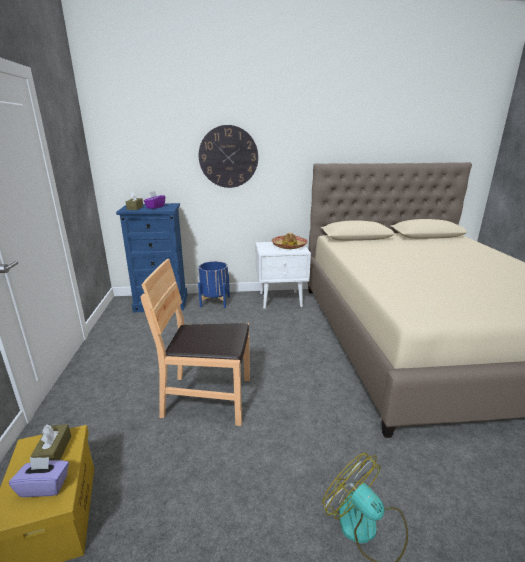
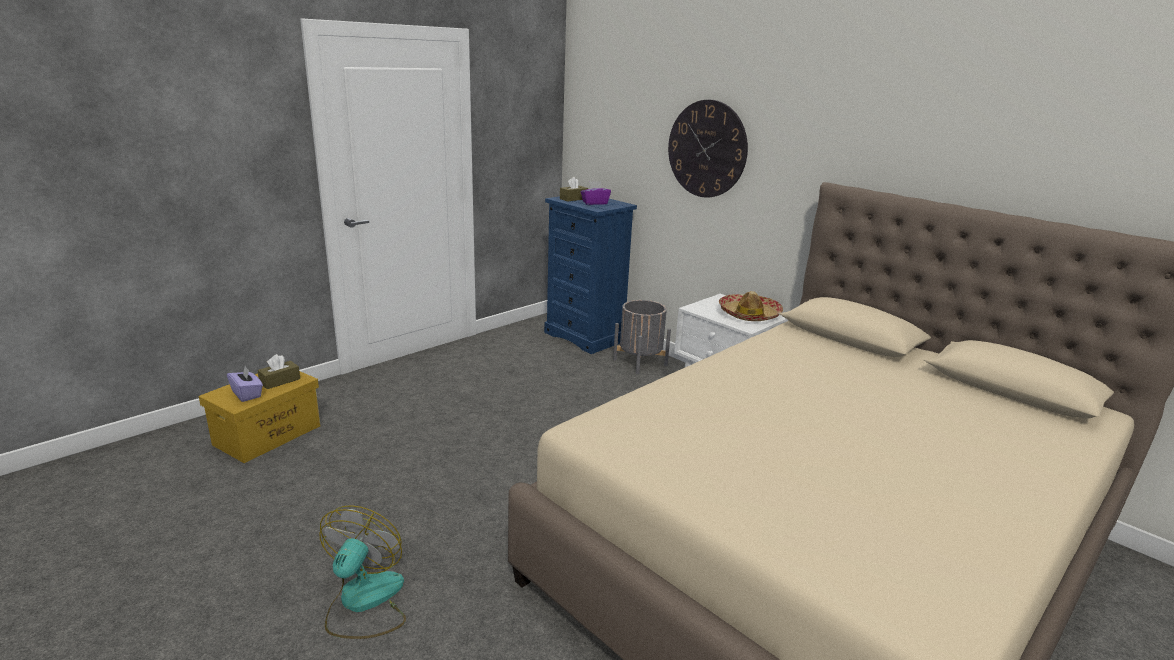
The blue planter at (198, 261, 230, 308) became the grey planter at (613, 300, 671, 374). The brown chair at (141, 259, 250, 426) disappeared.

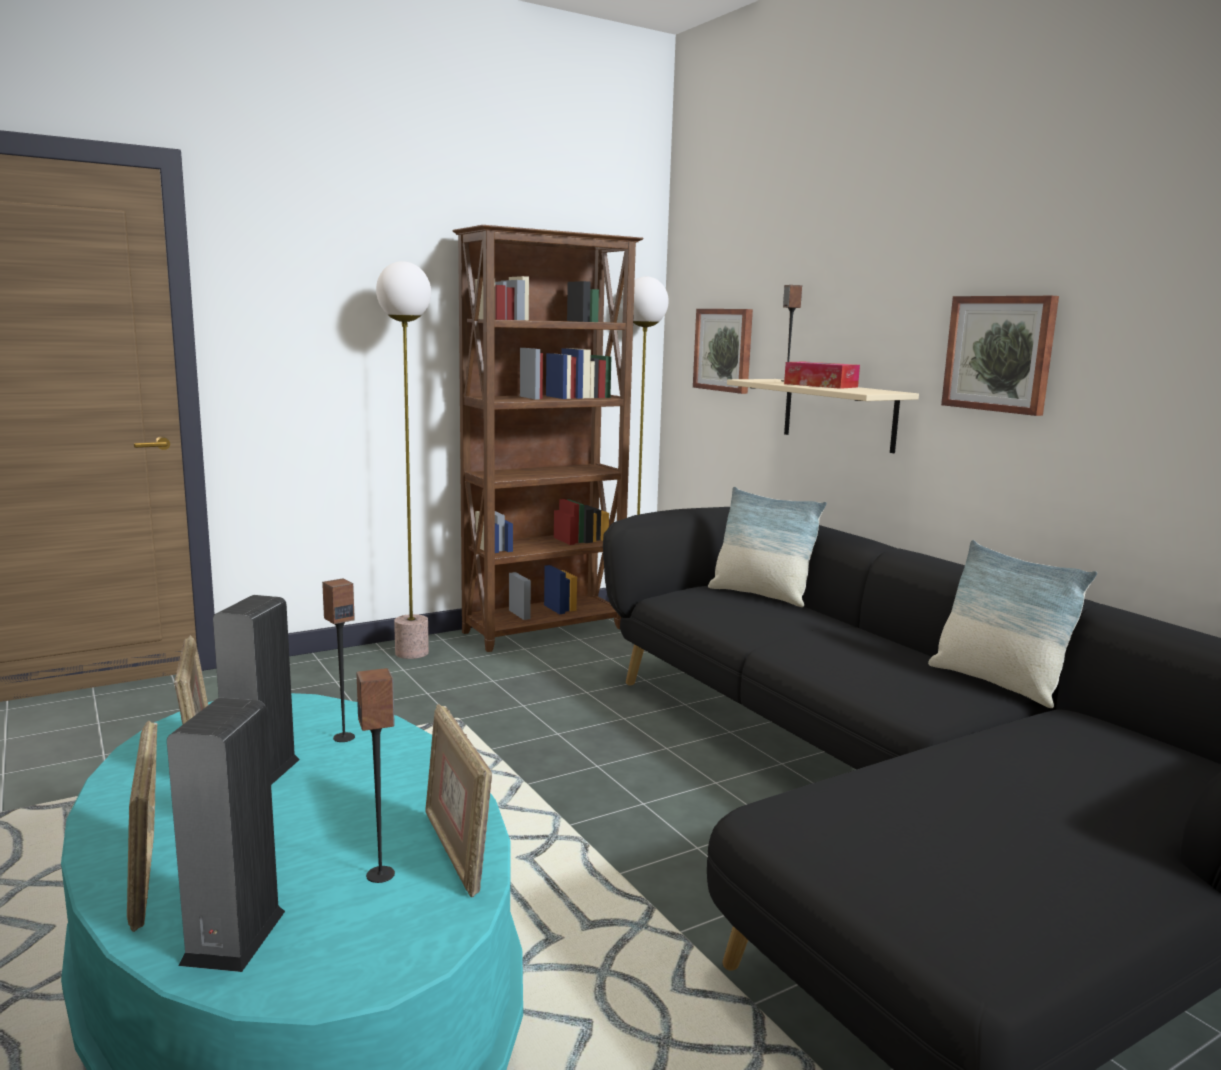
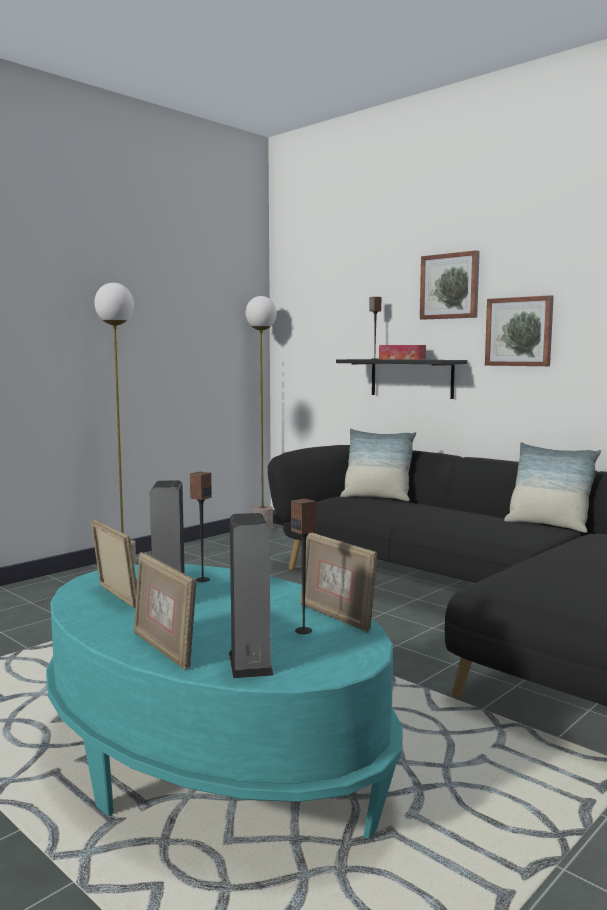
The beige shelf at (727, 379, 919, 453) became the black shelf at (336, 359, 468, 399). The picture moved from (693, 309, 753, 394) to (420, 250, 480, 320). The brown bookcase at (452, 225, 644, 652) disappeared.

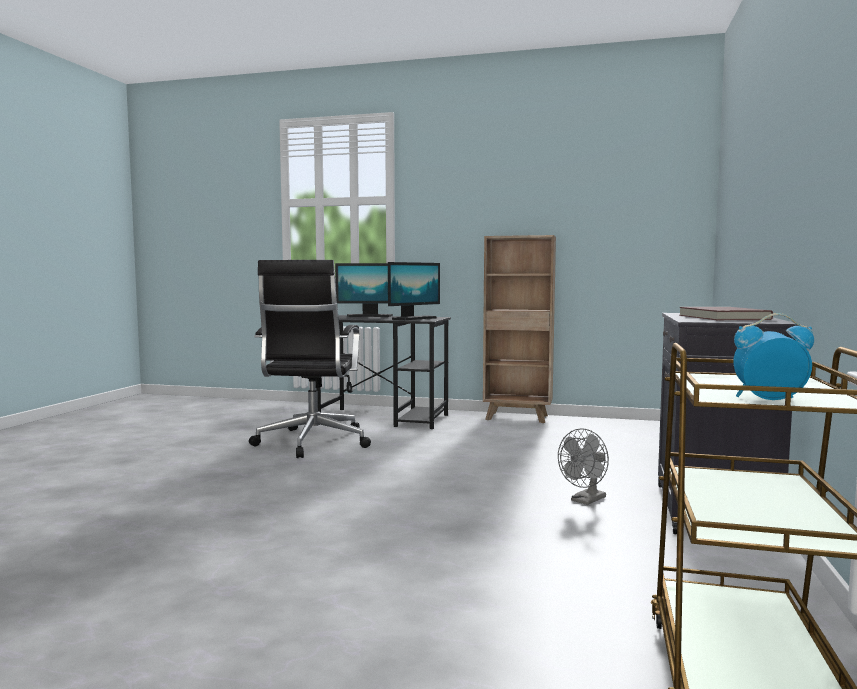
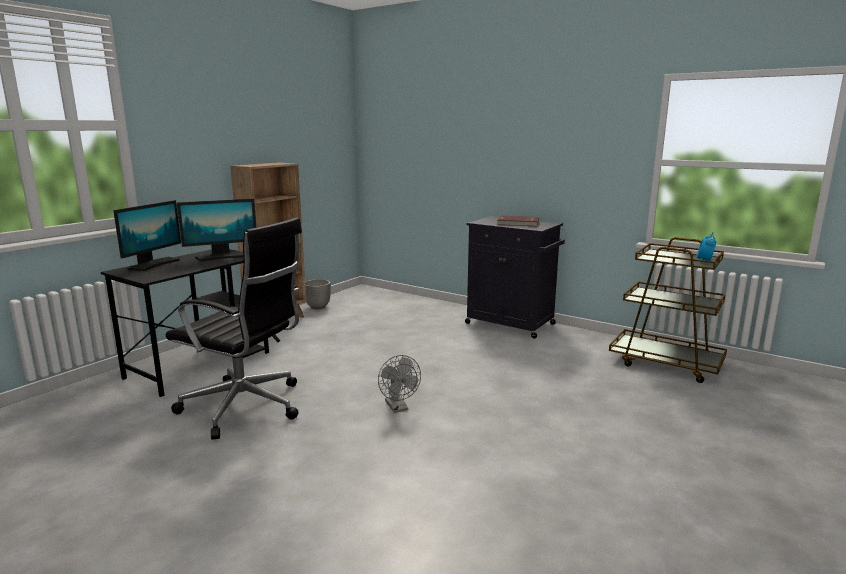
The monitor at (388, 262, 440, 320) turned 90 degrees clockwise. The planter at (305, 279, 331, 310) appeared. The grey fan moved from (558, 428, 609, 505) to (378, 355, 421, 413).

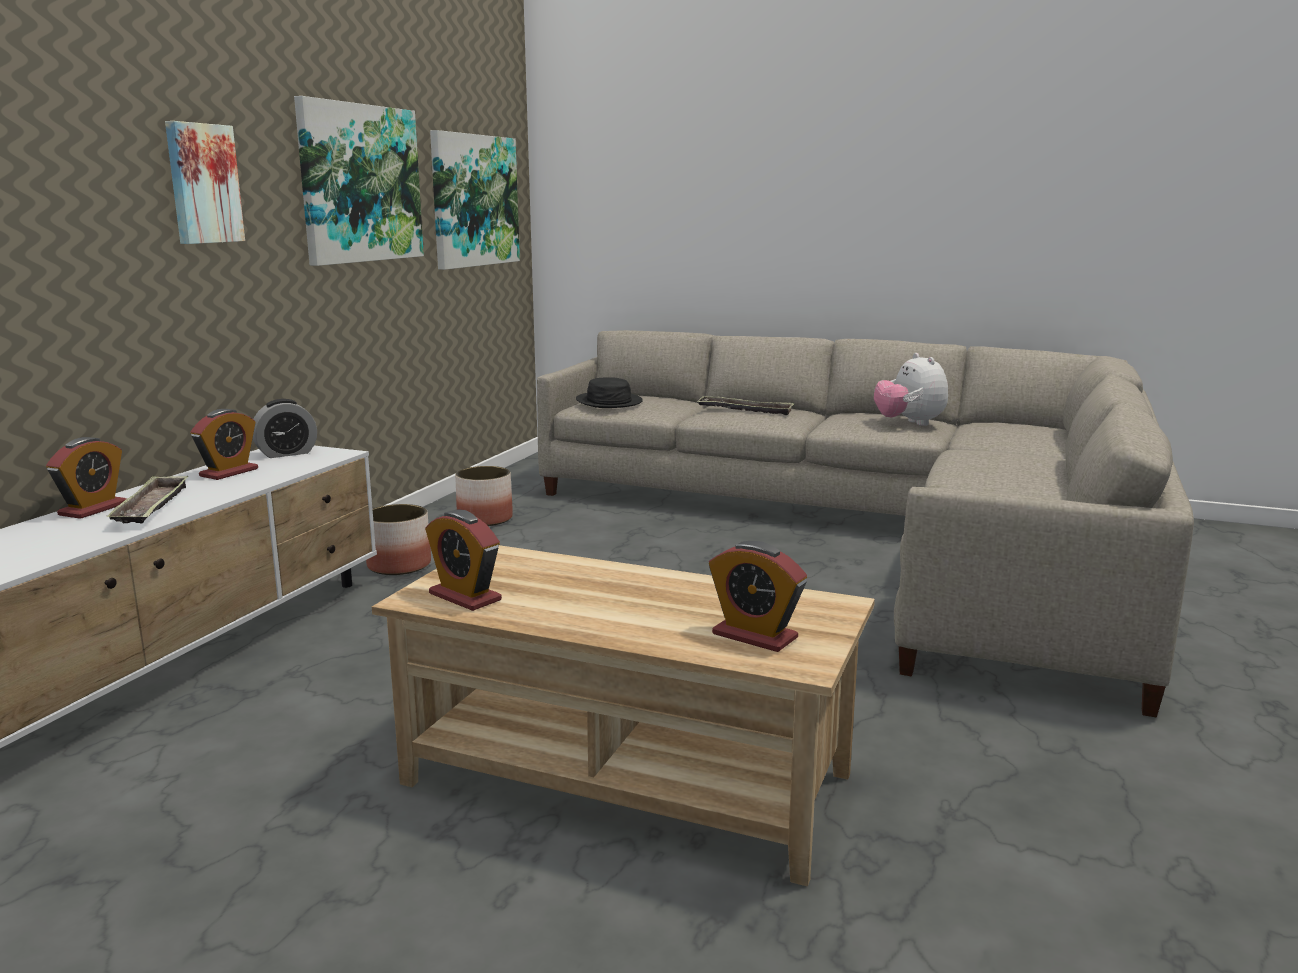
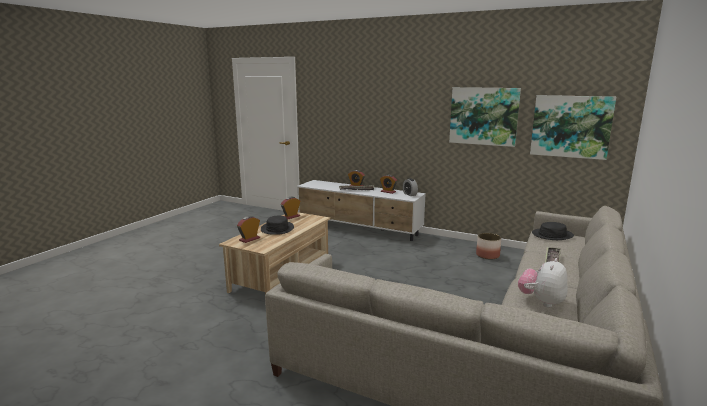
The black hat at (261, 216, 294, 235) appeared. The plush toy at (874, 353, 948, 426) turned 45 degrees counterclockwise. The picture at (165, 121, 245, 244) disappeared. The planter at (366, 504, 431, 575) disappeared.

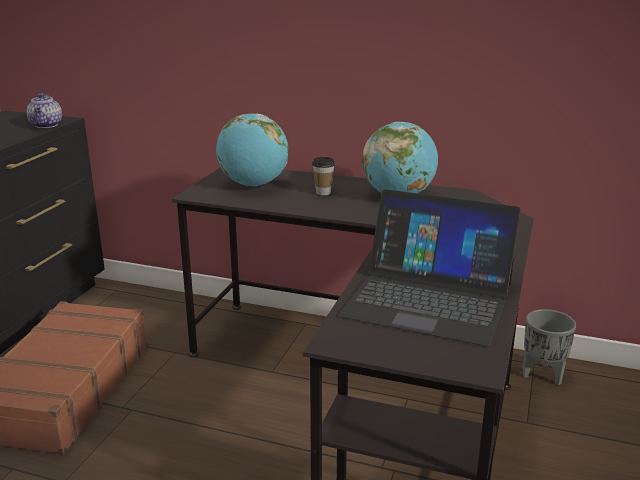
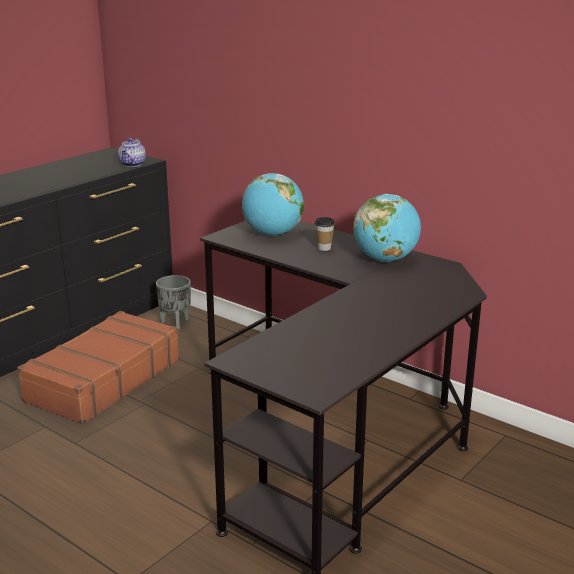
The grey planter moved from (522, 309, 576, 385) to (156, 275, 191, 330). The laptop at (338, 189, 521, 346) disappeared.

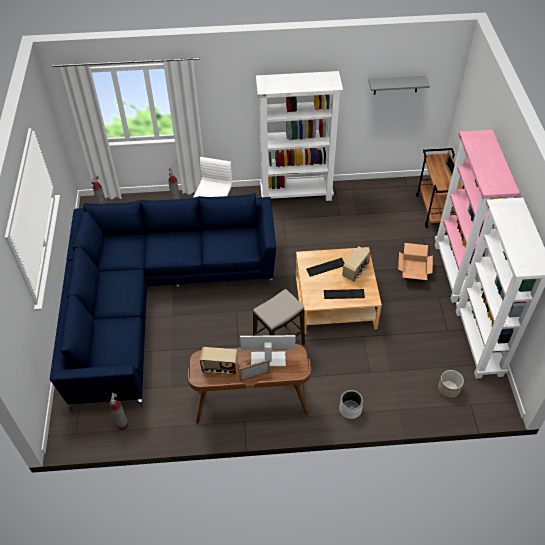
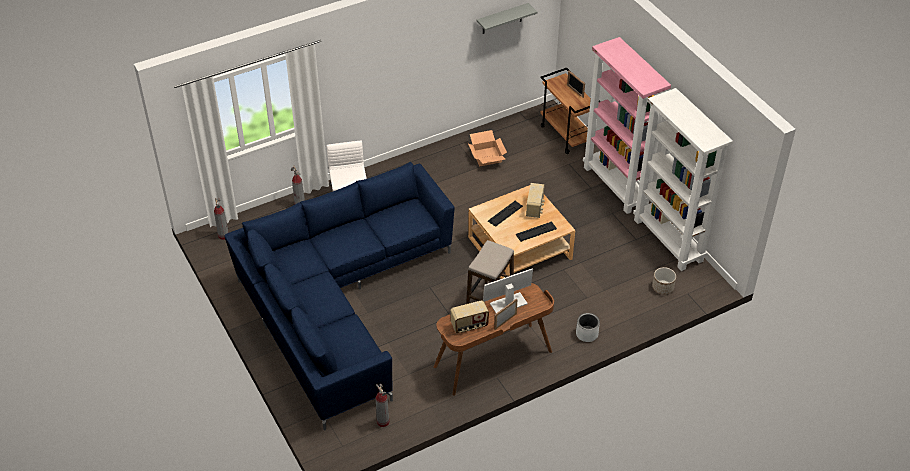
The cardboard box moved from (398, 243, 433, 280) to (468, 130, 507, 166). The white bookcase at (256, 71, 343, 201) disappeared.

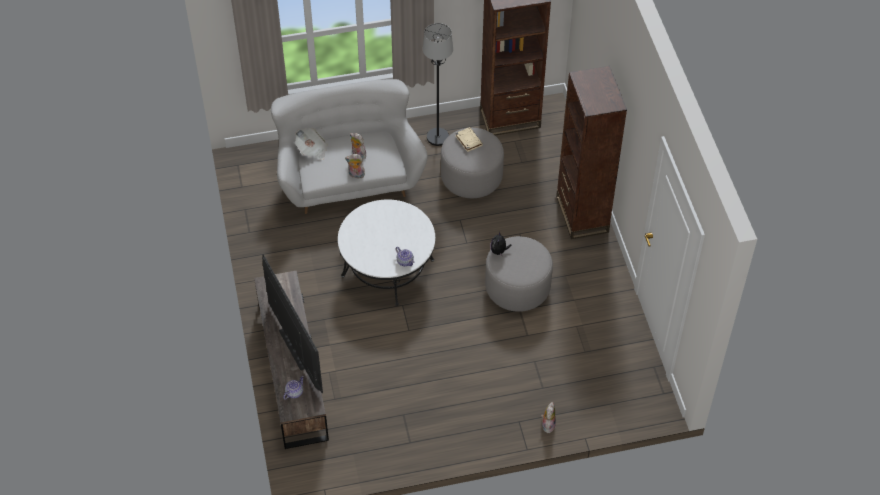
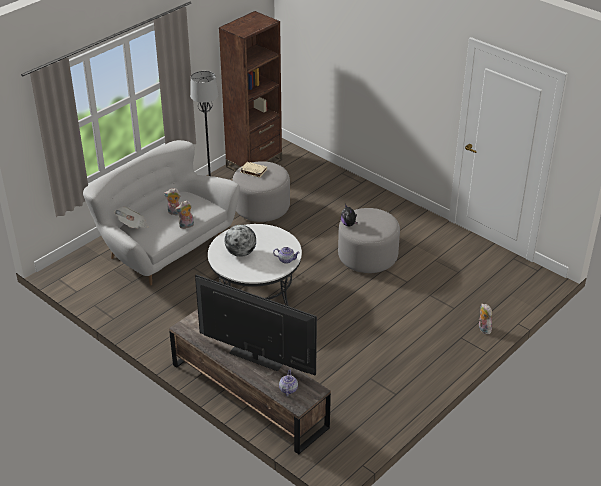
The globe at (224, 225, 256, 257) appeared. The brown bookcase at (556, 66, 627, 239) disappeared.

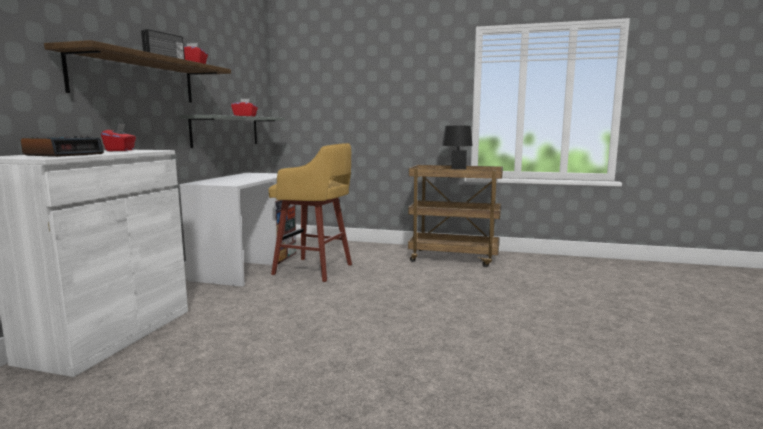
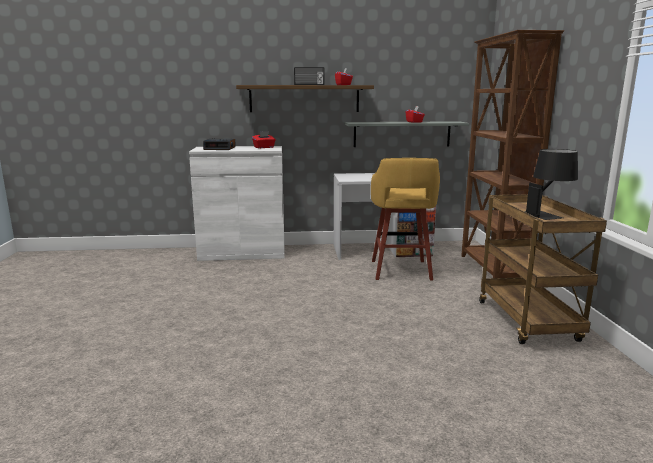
The brown bookcase at (461, 30, 564, 278) appeared.

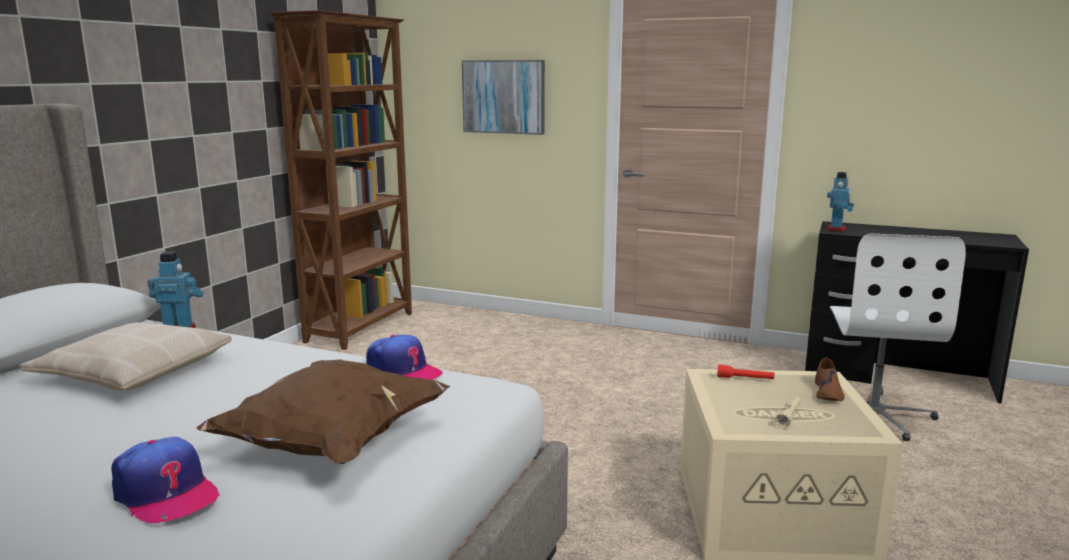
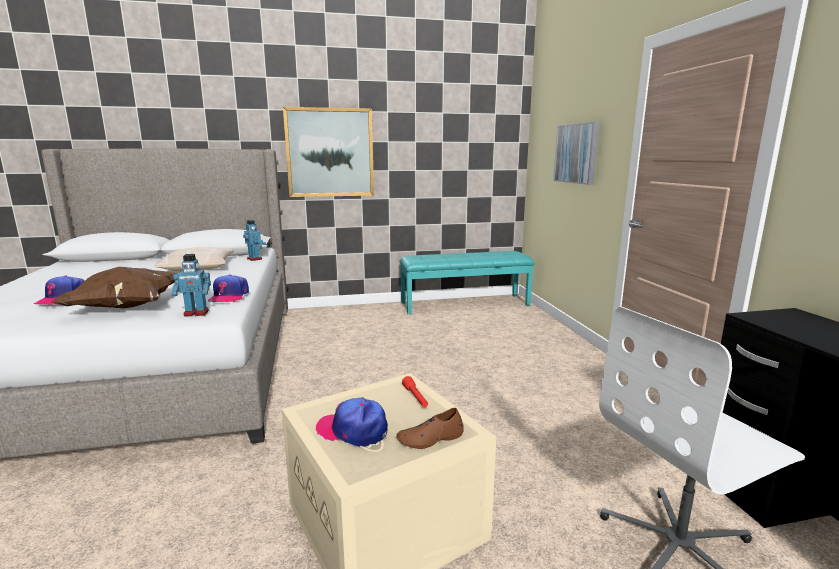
The toy robot moved from (827, 172, 854, 232) to (171, 254, 211, 317). The picture at (283, 107, 374, 197) appeared. The beige flashlight at (775, 396, 802, 428) was replaced by the cap at (316, 397, 388, 447). The brown bookcase at (270, 10, 412, 350) was replaced by the turquoise bench at (399, 251, 535, 314).

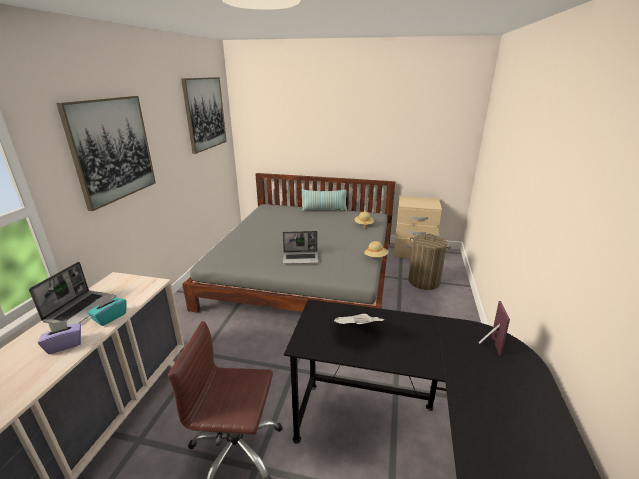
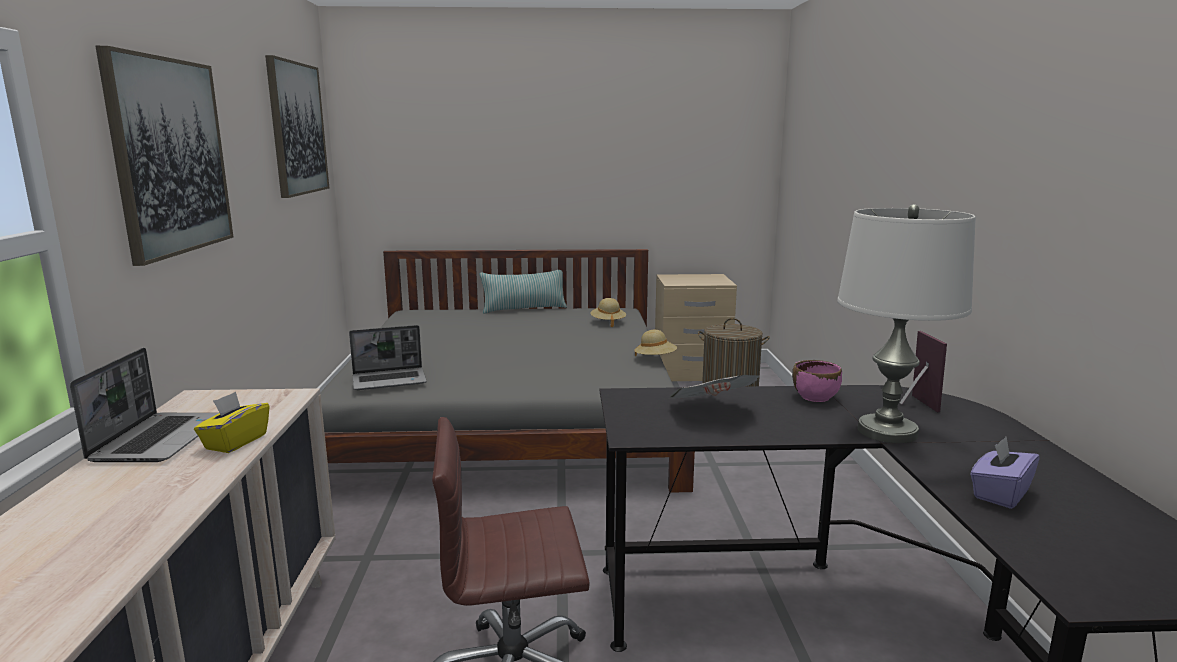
The turquoise tissue box at (87, 294, 126, 326) became the yellow tissue box at (194, 392, 270, 453). The laptop moved from (283, 231, 319, 264) to (349, 325, 427, 390). The pink bowl at (792, 360, 842, 402) appeared. The white table lamp at (837, 204, 976, 443) appeared. The purple tissue box moved from (38, 320, 81, 354) to (970, 436, 1040, 509).

